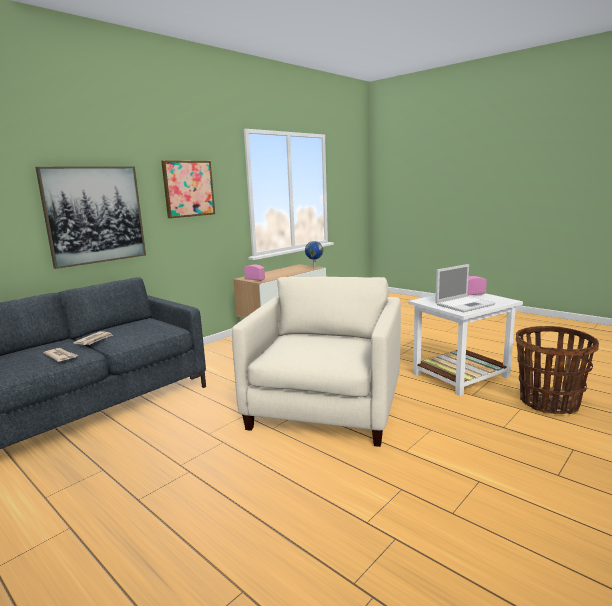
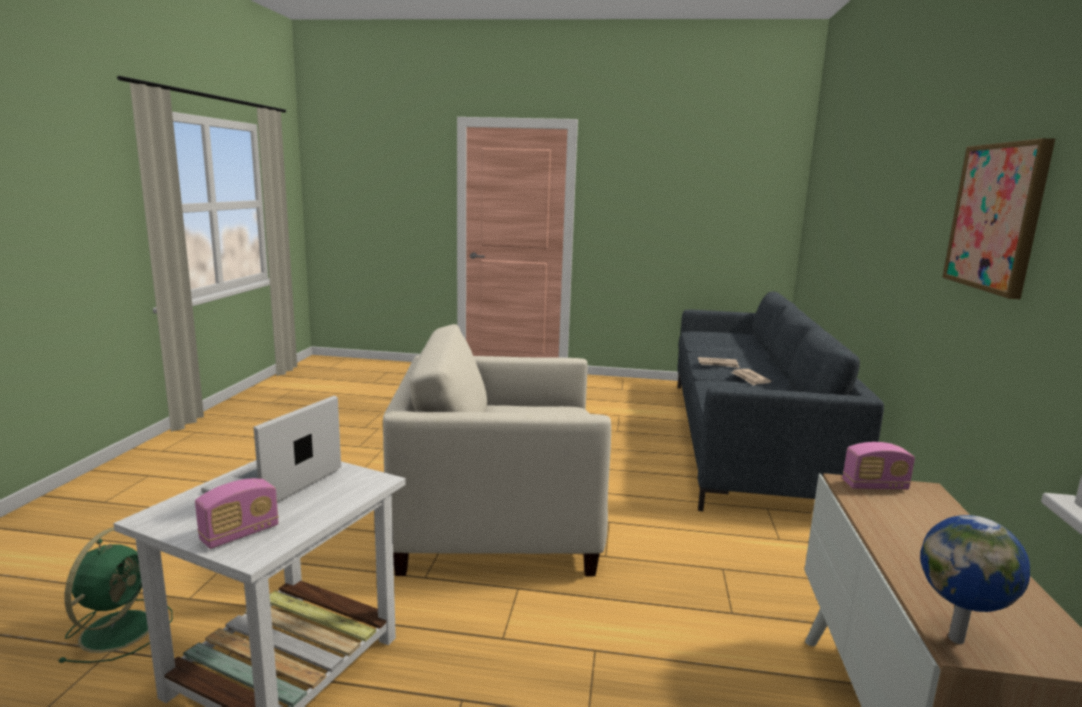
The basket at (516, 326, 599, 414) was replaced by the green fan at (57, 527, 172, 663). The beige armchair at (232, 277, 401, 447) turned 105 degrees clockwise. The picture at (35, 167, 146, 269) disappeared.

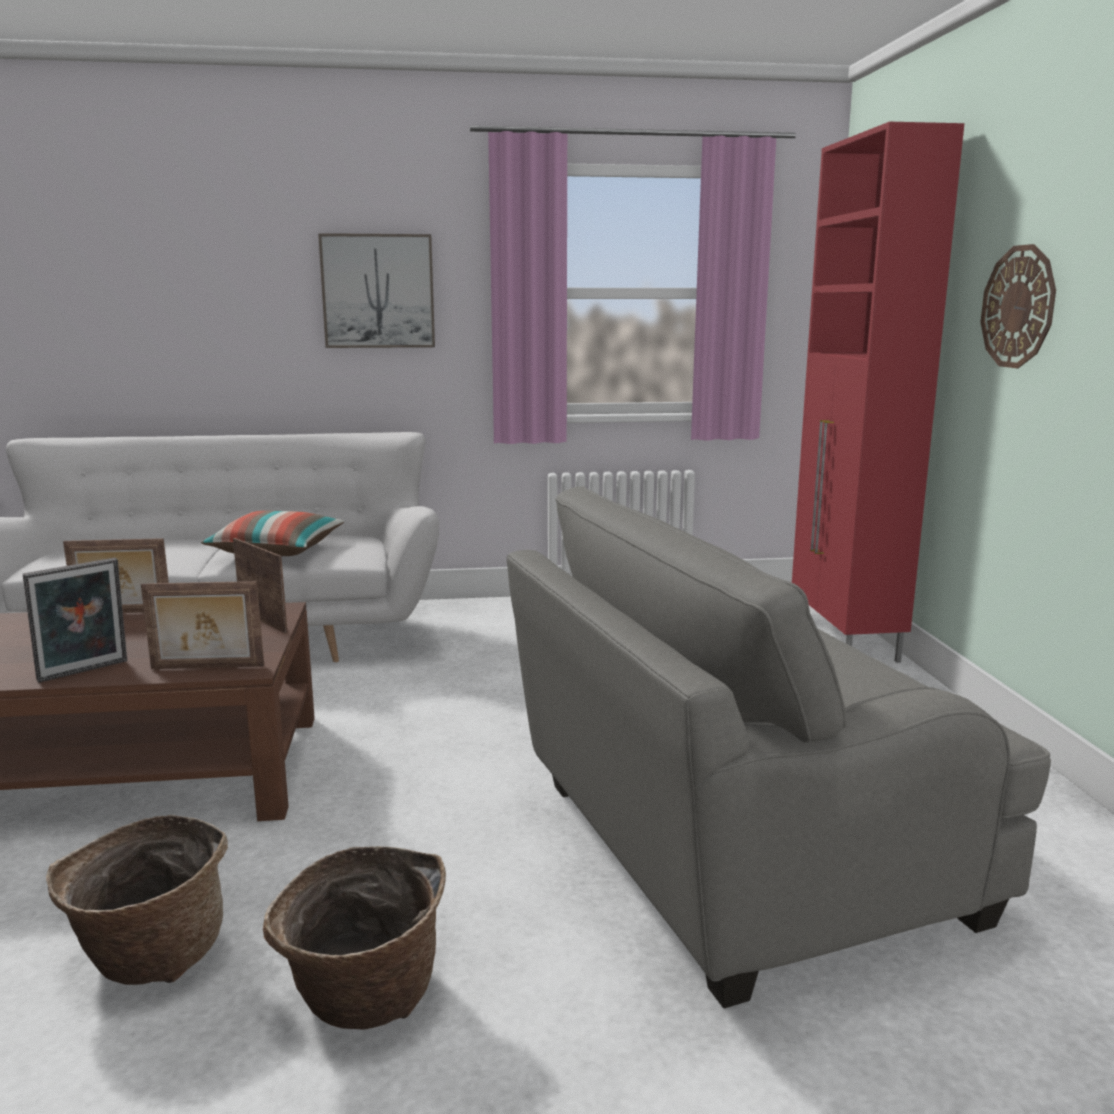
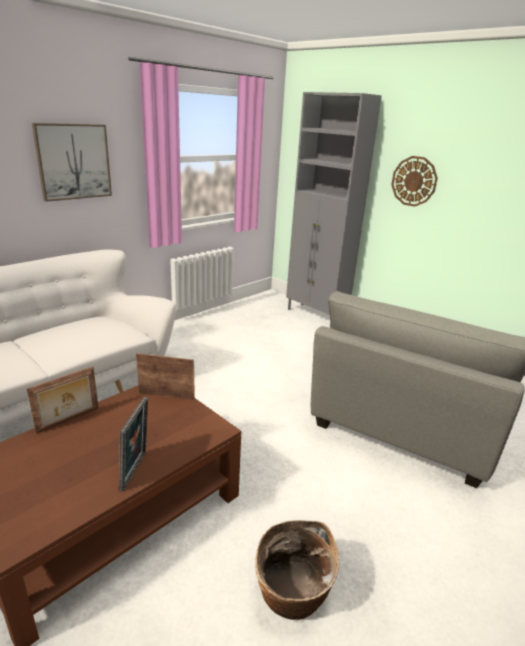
The red cabinet at (792, 122, 965, 663) became the grey cabinet at (286, 92, 382, 315). The picture frame at (141, 581, 264, 669) disappeared. The pillow at (201, 511, 344, 556) disappeared. The basket at (263, 846, 446, 1029) disappeared.

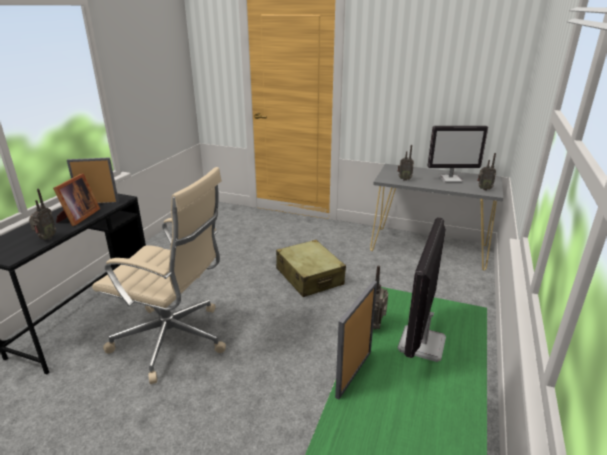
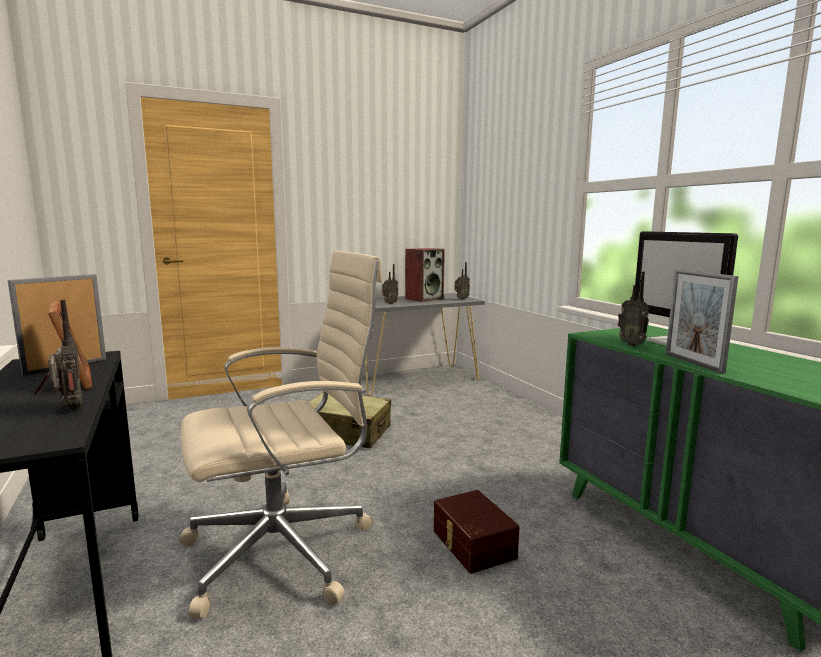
The monitor at (427, 126, 488, 182) was replaced by the speaker at (405, 248, 445, 302). The brown storage box at (434, 490, 520, 574) appeared.

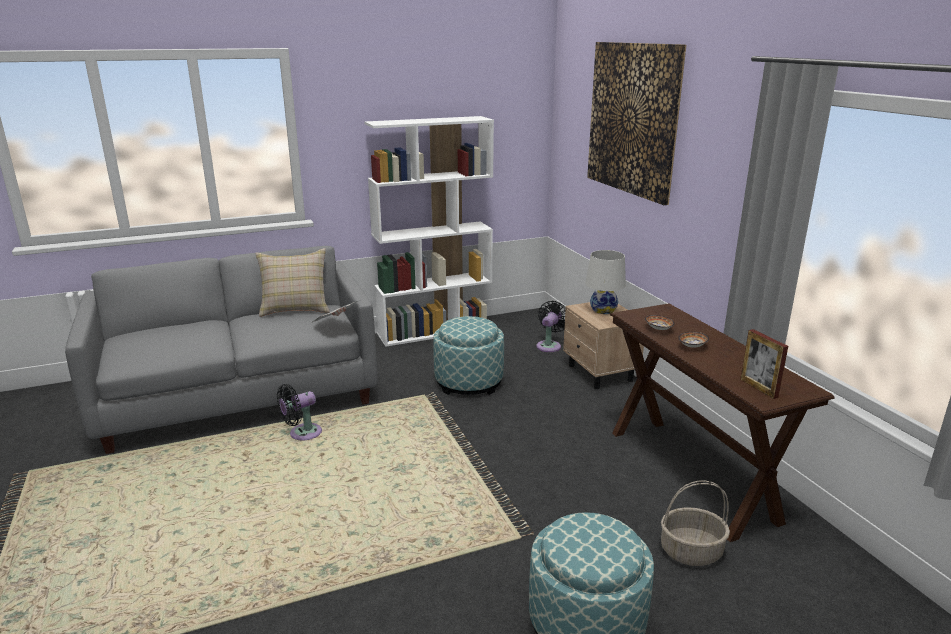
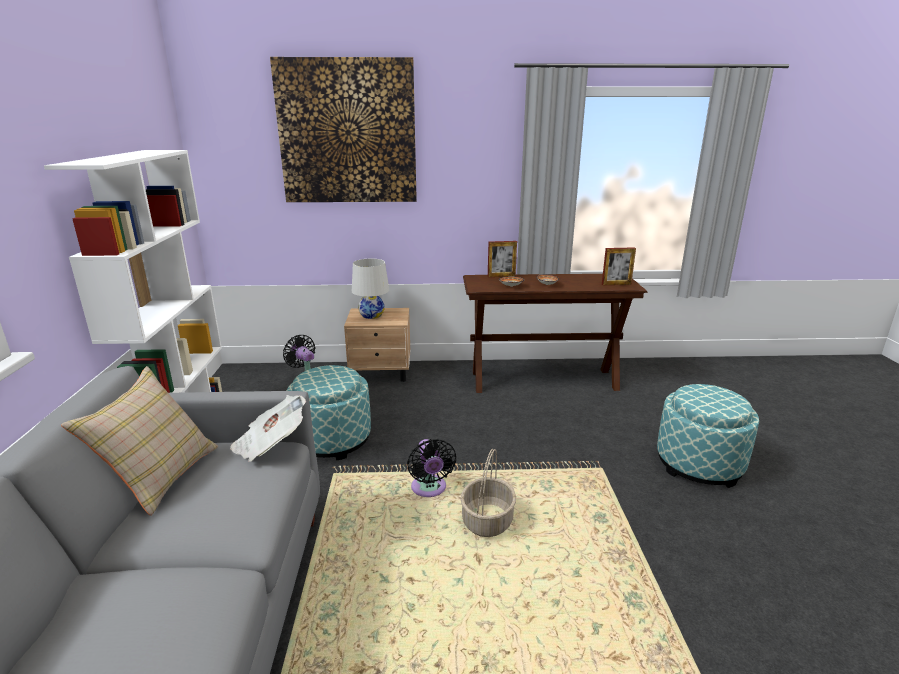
The black fan moved from (277, 384, 322, 440) to (407, 439, 456, 497). The basket moved from (661, 481, 730, 566) to (460, 449, 516, 537). The picture frame at (488, 241, 517, 277) appeared.

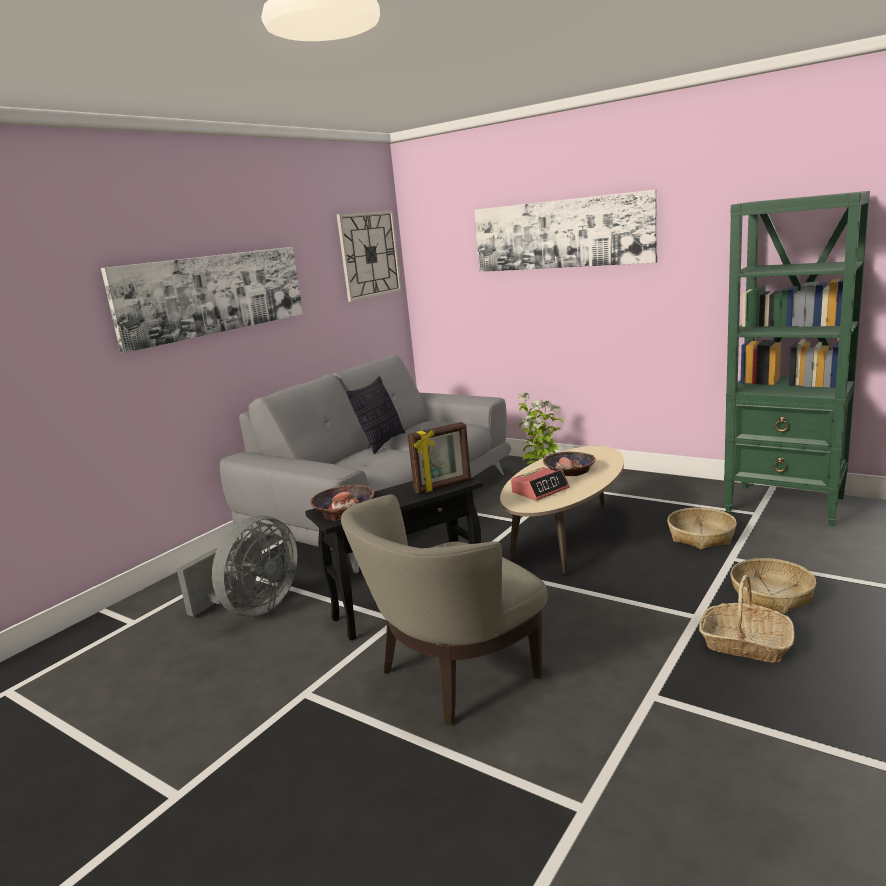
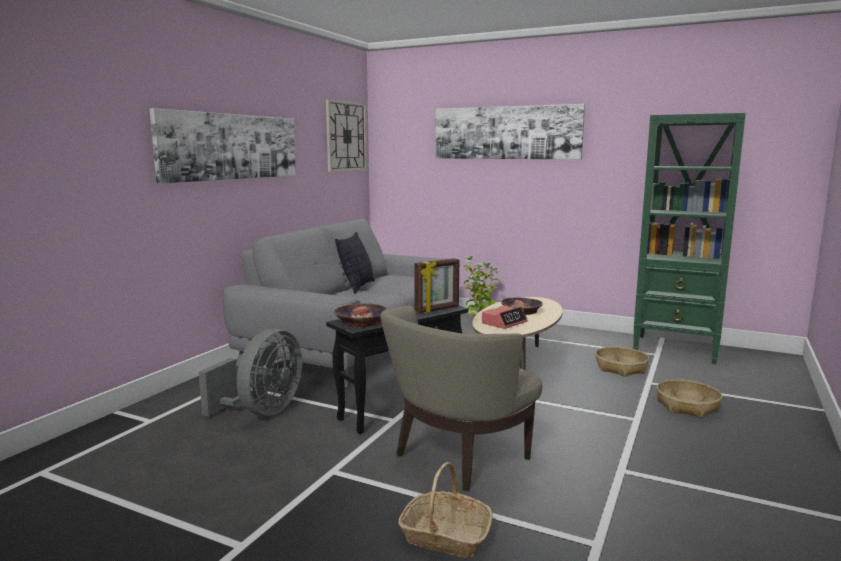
The basket moved from (699, 575, 794, 663) to (398, 462, 493, 558).

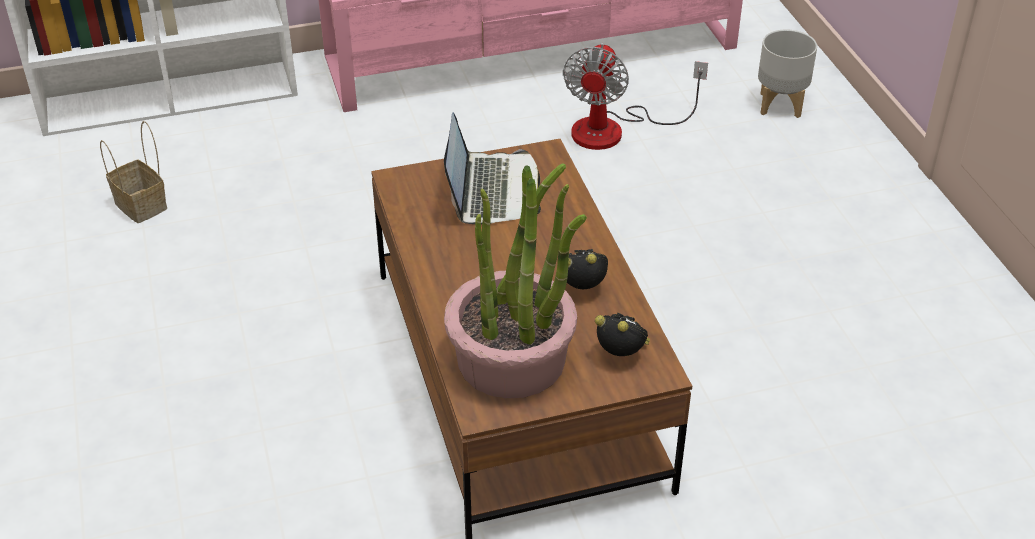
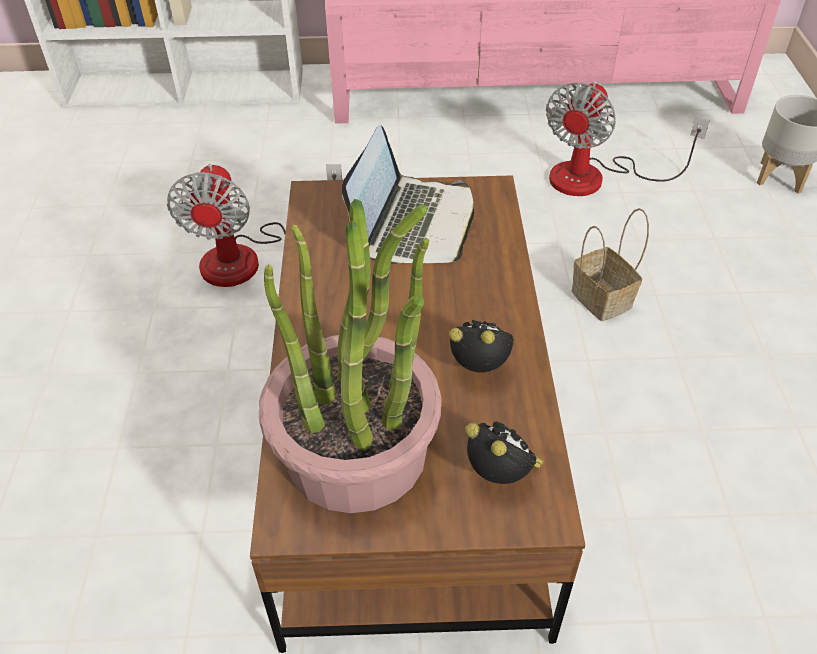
The fan at (167, 163, 342, 287) appeared. The basket moved from (100, 121, 167, 223) to (572, 208, 649, 321).

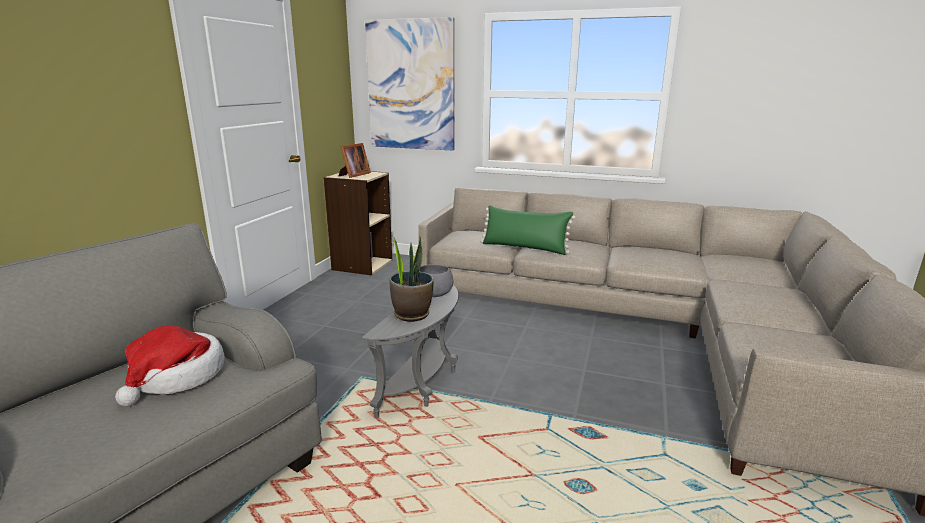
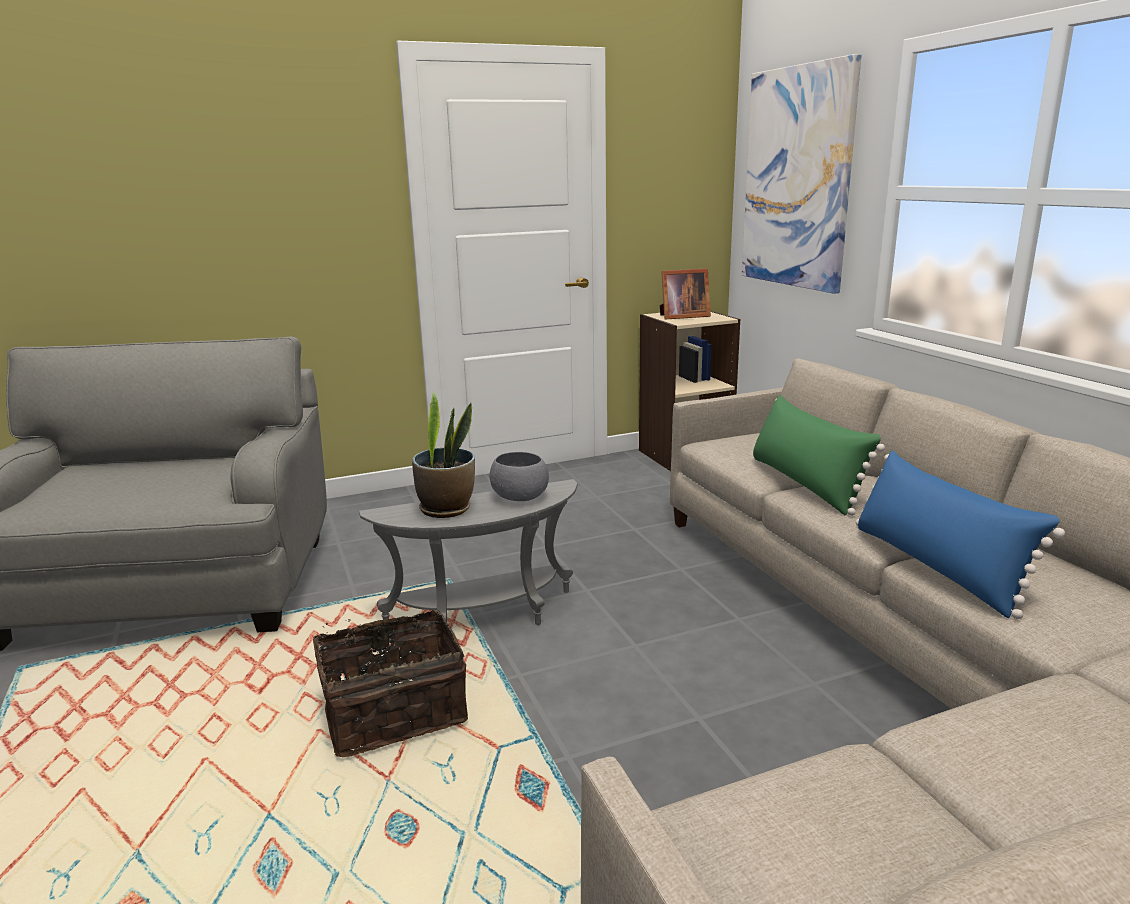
The basket at (313, 610, 468, 758) appeared. The blue pillow at (856, 450, 1065, 619) appeared. The hat at (115, 325, 225, 407) disappeared.

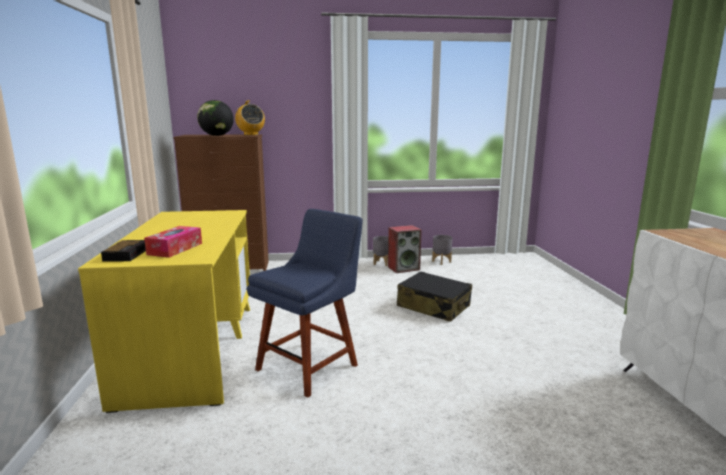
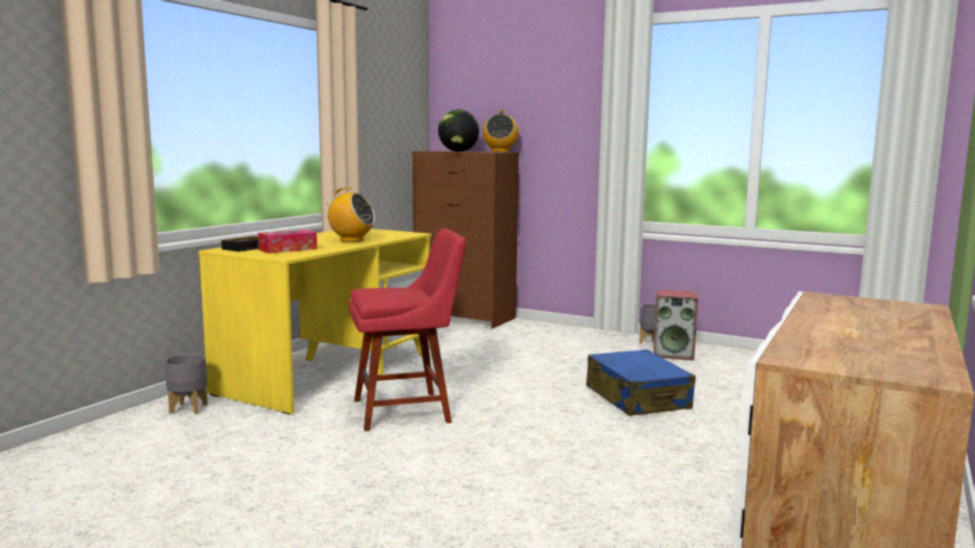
The grey planter moved from (432, 235, 452, 265) to (165, 354, 208, 414). The radio at (324, 187, 375, 242) appeared. The blue chair at (247, 209, 363, 397) became the red chair at (349, 228, 466, 431). The black suitcase at (397, 271, 472, 322) became the blue suitcase at (586, 349, 696, 416).

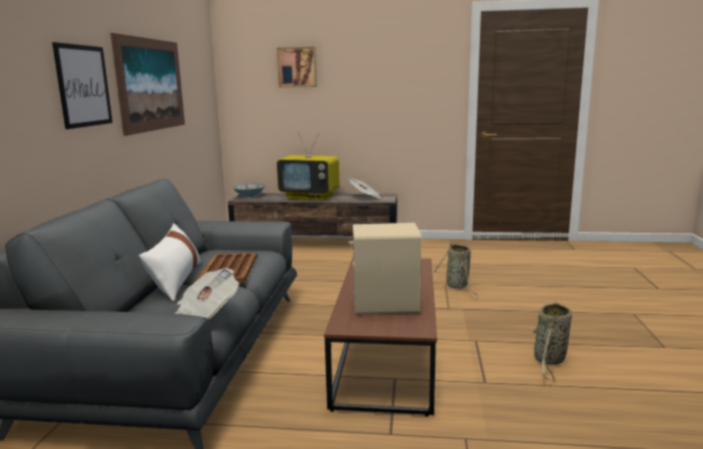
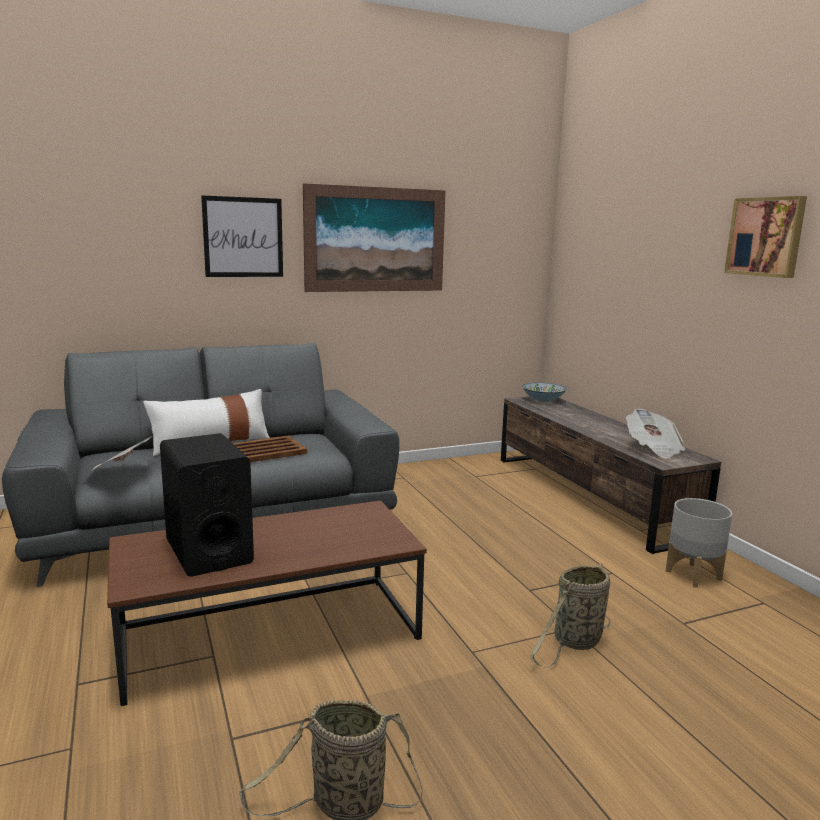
The beige speaker at (348, 223, 421, 315) became the black speaker at (160, 433, 254, 577). The grey planter at (666, 498, 732, 588) appeared. The picture moved from (277, 47, 317, 88) to (724, 196, 807, 278). The television at (277, 132, 340, 201) disappeared.

